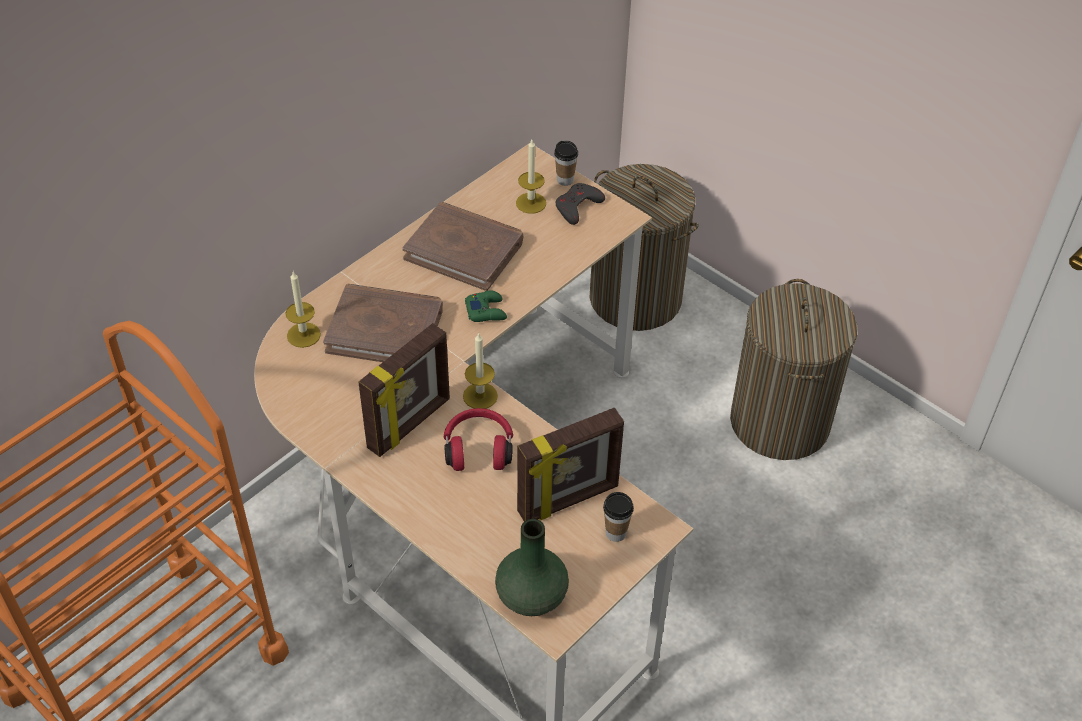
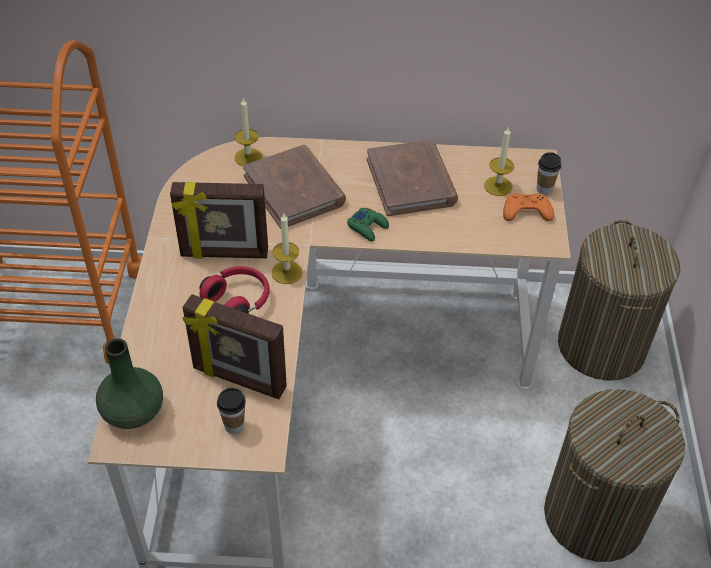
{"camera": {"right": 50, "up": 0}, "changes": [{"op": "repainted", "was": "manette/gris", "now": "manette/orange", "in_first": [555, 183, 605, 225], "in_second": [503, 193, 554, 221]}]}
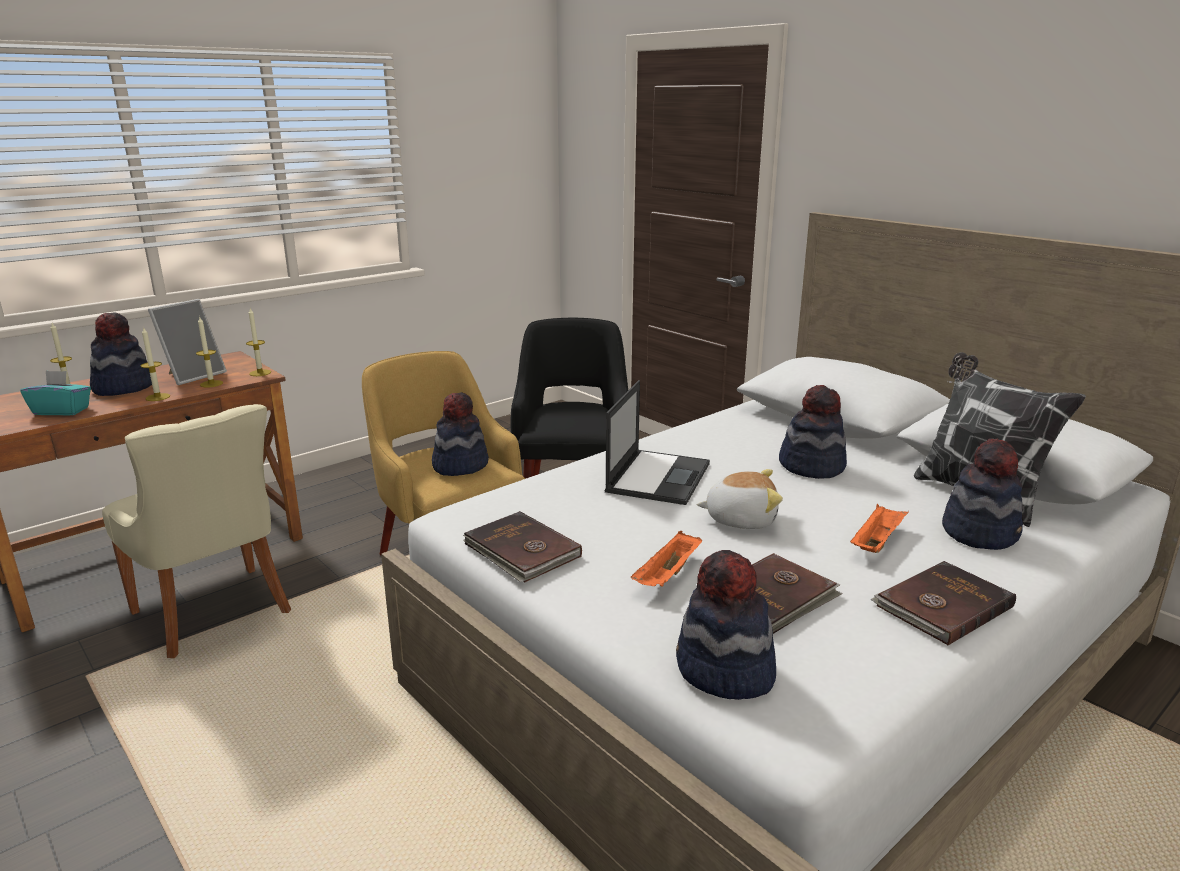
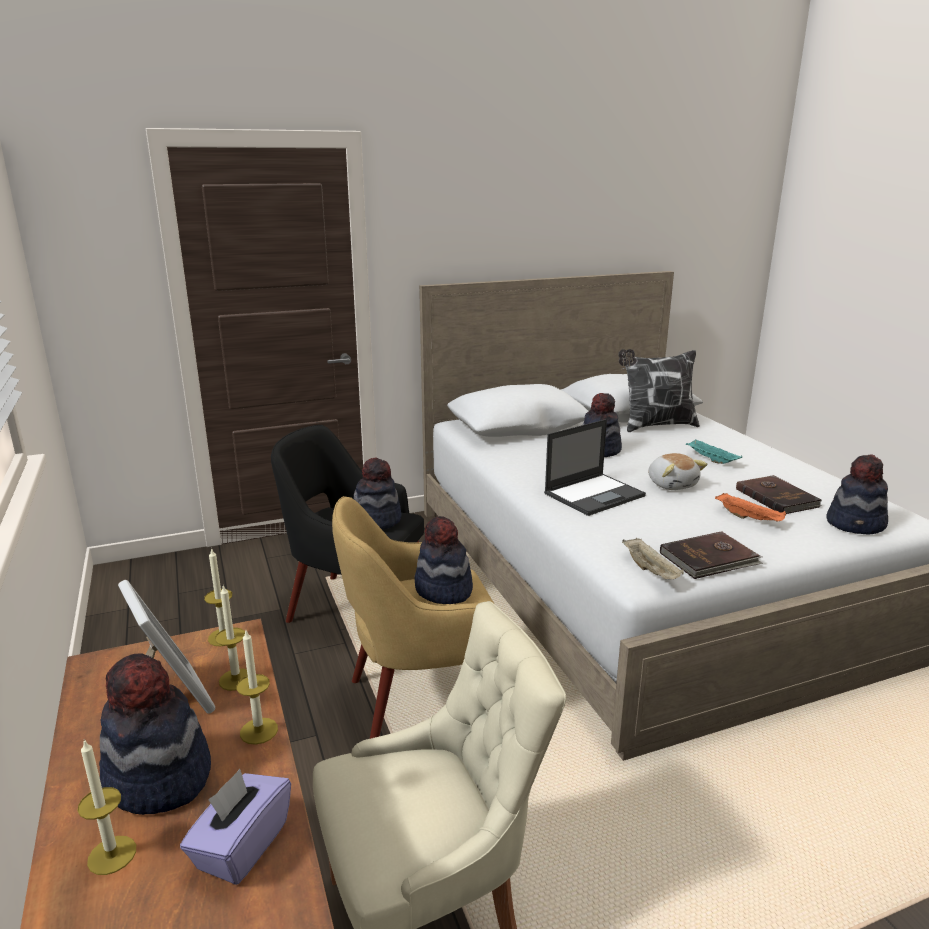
{"camera": {"right": -70, "up": 0}, "changes": [{"op": "repainted", "was": "boîte à mouchoirs/turquoise", "now": "boîte à mouchoirs/violet", "in_first": [21, 371, 91, 416], "in_second": [180, 769, 291, 885]}, {"op": "rotated", "was": "ordinateur portable", "in_first": [605, 380, 710, 505], "in_second": [544, 419, 646, 516], "clockwise": 105}, {"op": "rotated", "was": "peluche", "in_first": [696, 469, 783, 529], "in_second": [648, 453, 707, 490], "clockwise": 135}, {"op": "repainted", "was": "plateau/orange", "now": "plateau/turquoise", "in_first": [850, 504, 909, 553], "in_second": [686, 439, 742, 464]}, {"op": "gone", "was": "livre/marron", "in_first": [870, 561, 1016, 645]}, {"op": "shifted", "was": "chapeau", "in_first": [942, 438, 1023, 550], "in_second": [353, 458, 401, 530]}, {"op": "new", "now": "plateau/beige", "in_second": [622, 538, 684, 579]}]}
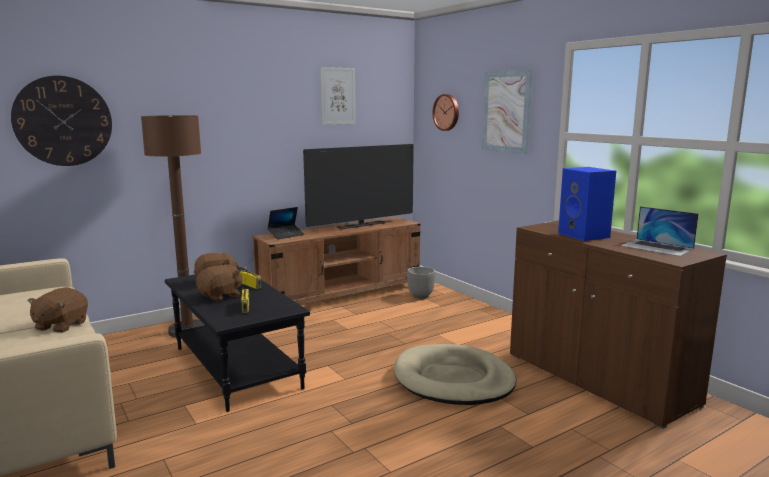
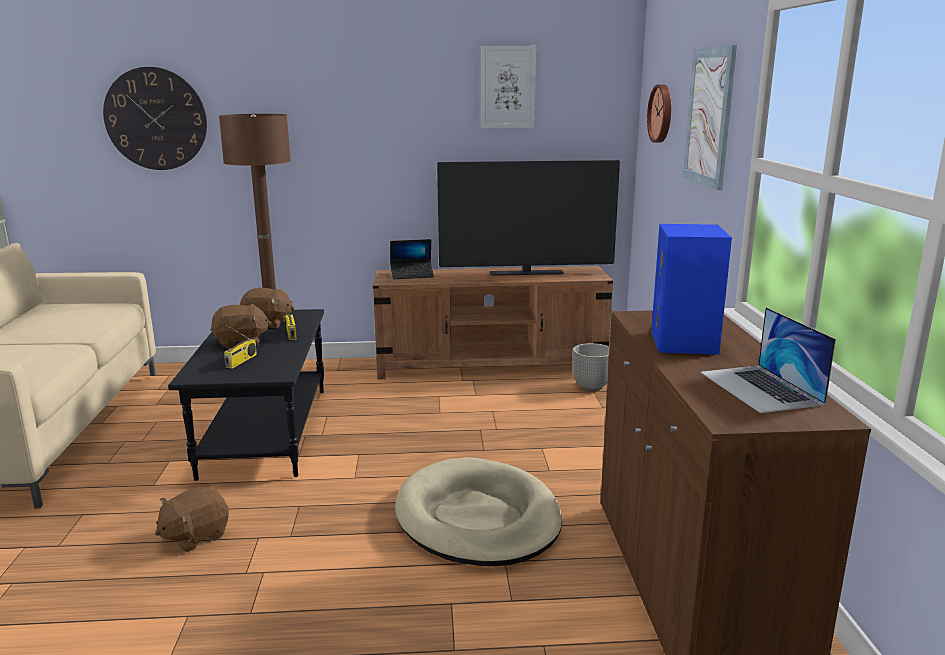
{"camera": {"right": 30, "up": 5}, "changes": [{"op": "shifted", "was": "peluche/marron", "in_first": [28, 287, 88, 333], "in_second": [155, 487, 229, 552]}]}
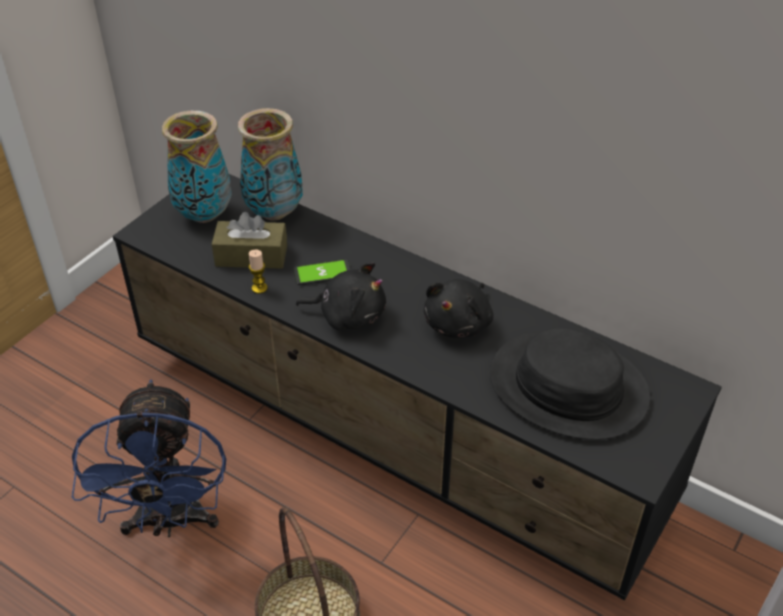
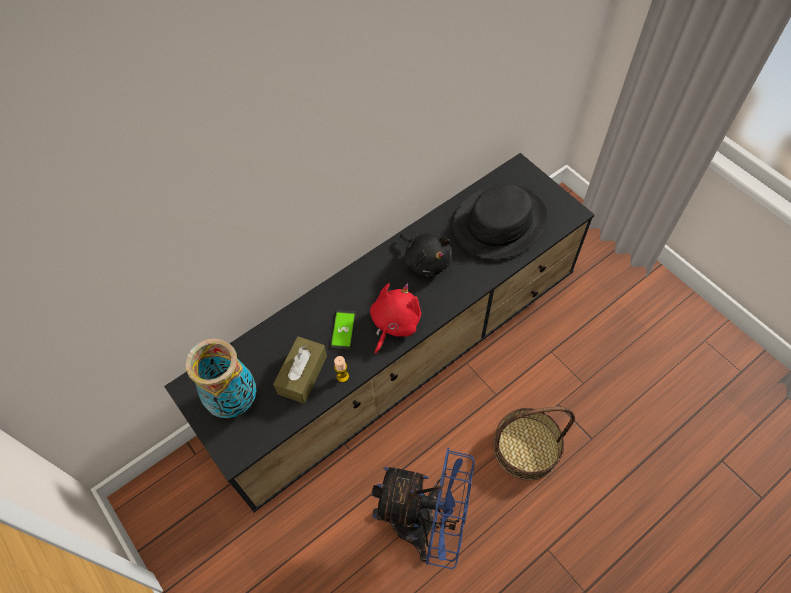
{"camera": {"right": -70, "up": 15}, "changes": [{"op": "gone", "was": "vase", "in_first": [238, 108, 303, 220]}, {"op": "repainted", "was": "peluche/noir", "now": "peluche/rouge", "in_first": [296, 262, 386, 330], "in_second": [370, 283, 421, 354]}]}
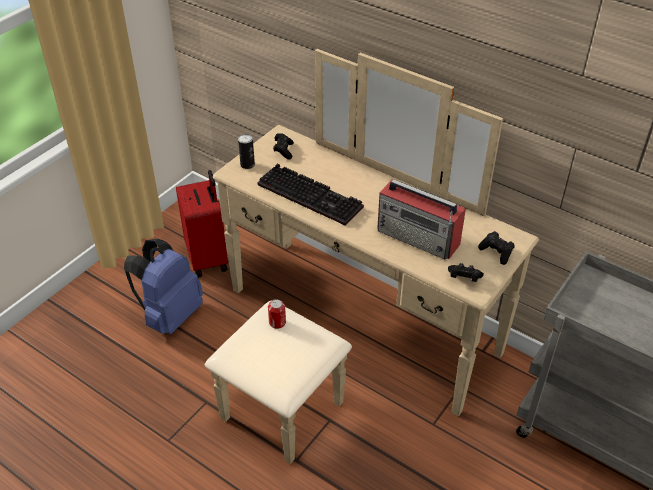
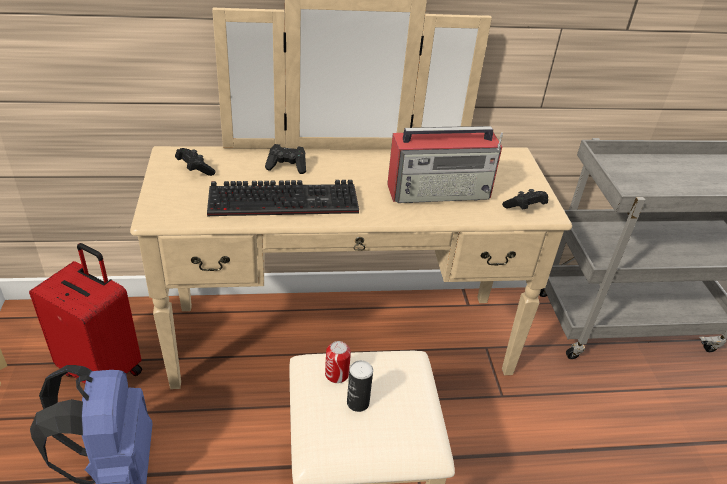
{"camera": {"right": -45, "up": -5}, "changes": [{"op": "shifted", "was": "boîte métallique", "in_first": [238, 134, 255, 169], "in_second": [347, 360, 373, 412]}, {"op": "shifted", "was": "manette/noir", "in_first": [478, 231, 515, 265], "in_second": [265, 144, 306, 174]}]}
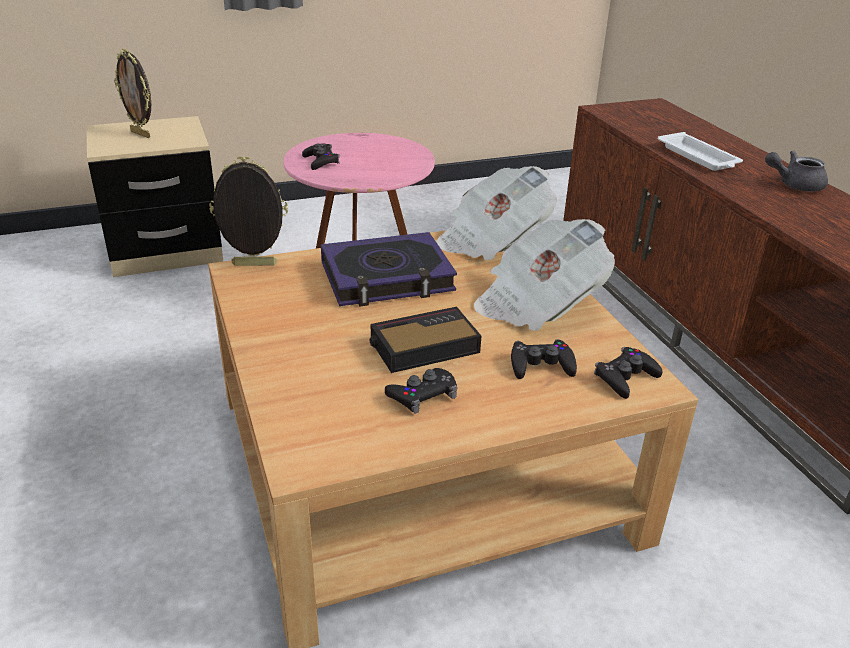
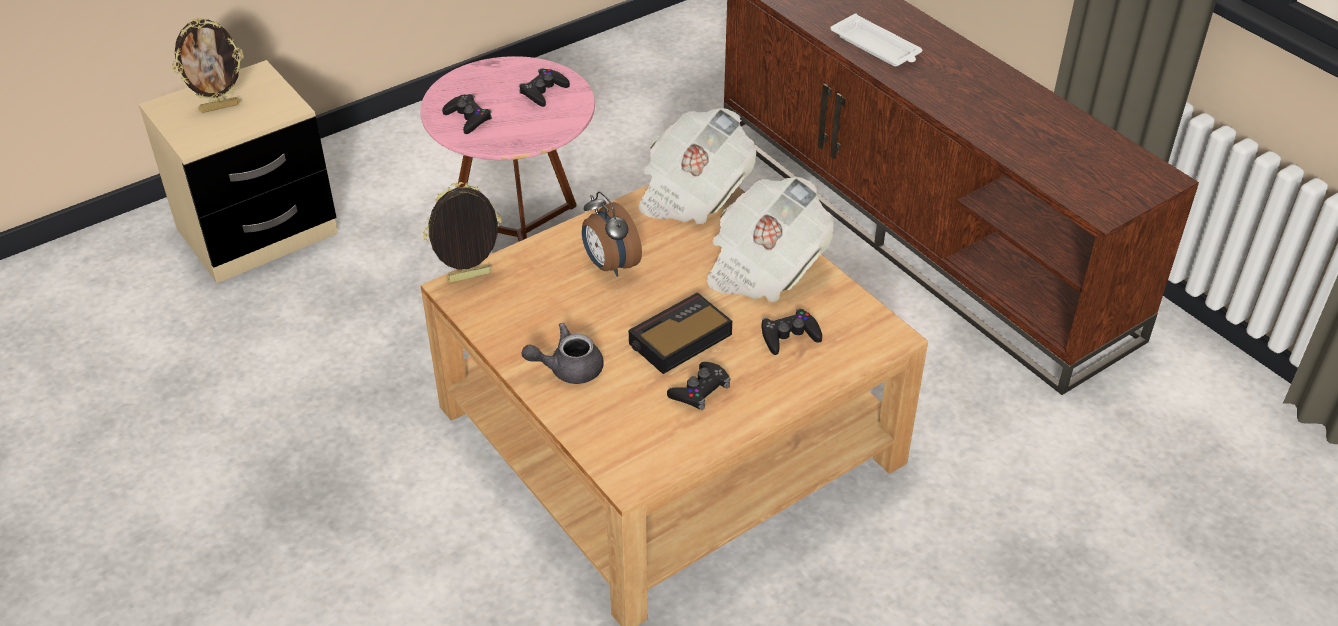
{"camera": {"right": -15, "up": 10}, "changes": [{"op": "rotated", "was": "cadre photo", "in_first": [114, 49, 152, 138], "in_second": [172, 18, 244, 113], "clockwise": -45}, {"op": "swapped", "was": "livre", "now": "réveil", "in_first": [321, 232, 457, 307], "in_second": [582, 191, 642, 277]}, {"op": "shifted", "was": "manette/noir", "in_first": [594, 347, 662, 399], "in_second": [519, 69, 570, 107]}, {"op": "shifted", "was": "théière/gris", "in_first": [765, 150, 828, 192], "in_second": [522, 323, 604, 384]}]}
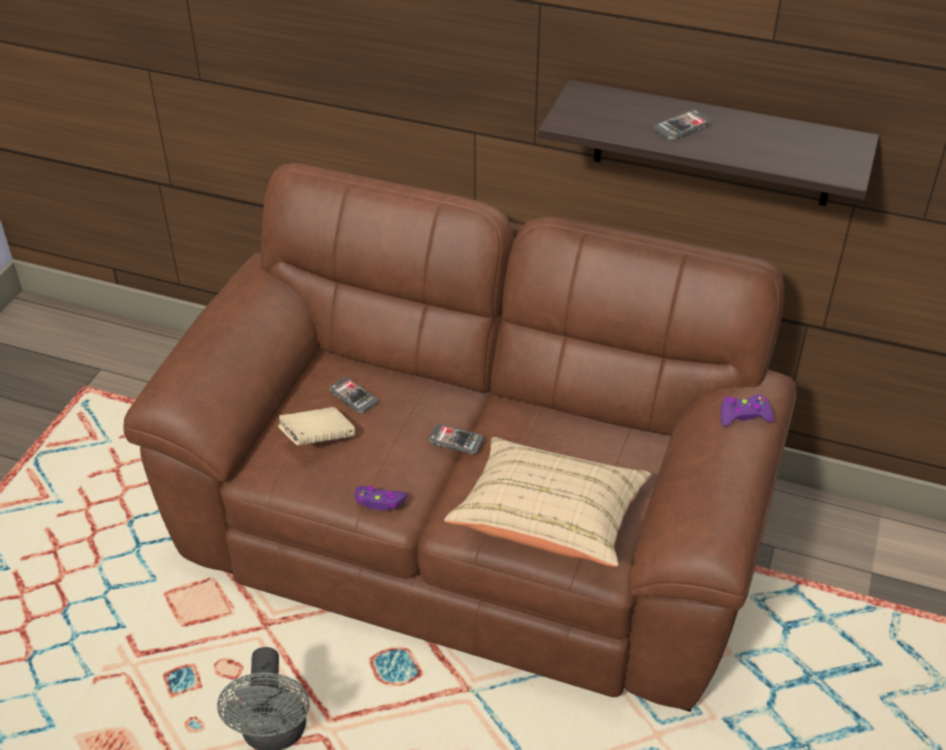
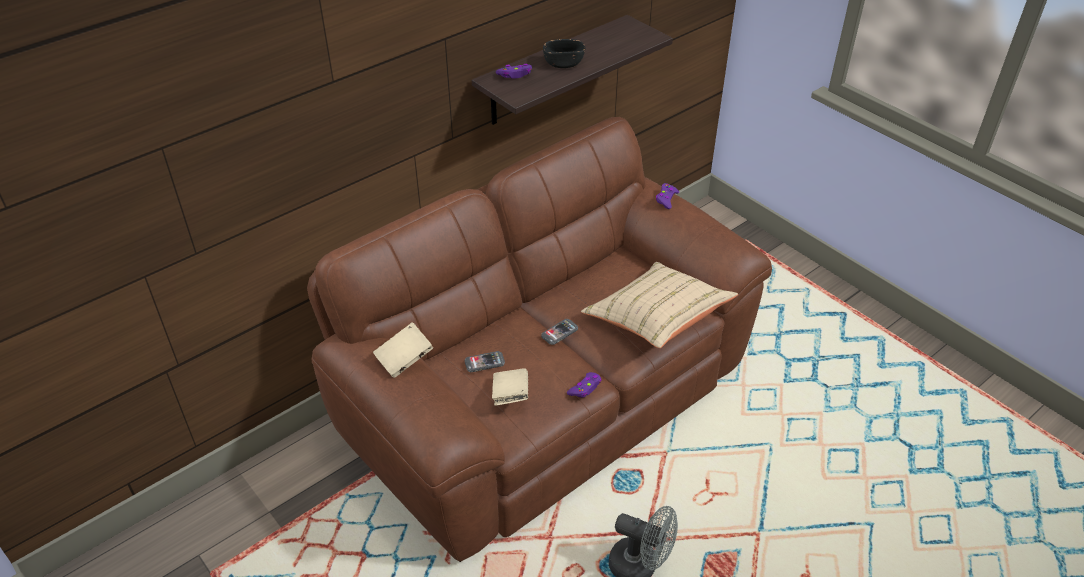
{"camera": {"right": -60, "up": 0}, "changes": [{"op": "swapped", "was": "téléphone", "now": "bol/noir", "in_first": [654, 110, 711, 141], "in_second": [543, 39, 585, 68]}, {"op": "new", "now": "livre/beige", "in_second": [373, 322, 433, 378]}, {"op": "new", "now": "manette/violet", "in_second": [496, 64, 532, 79]}]}
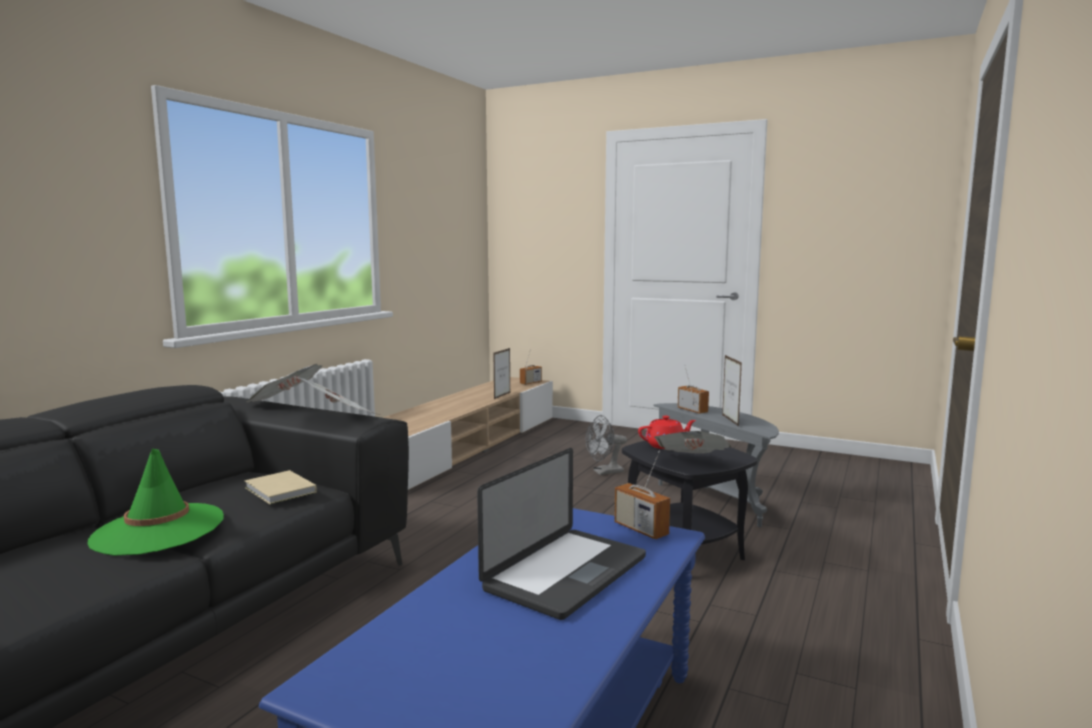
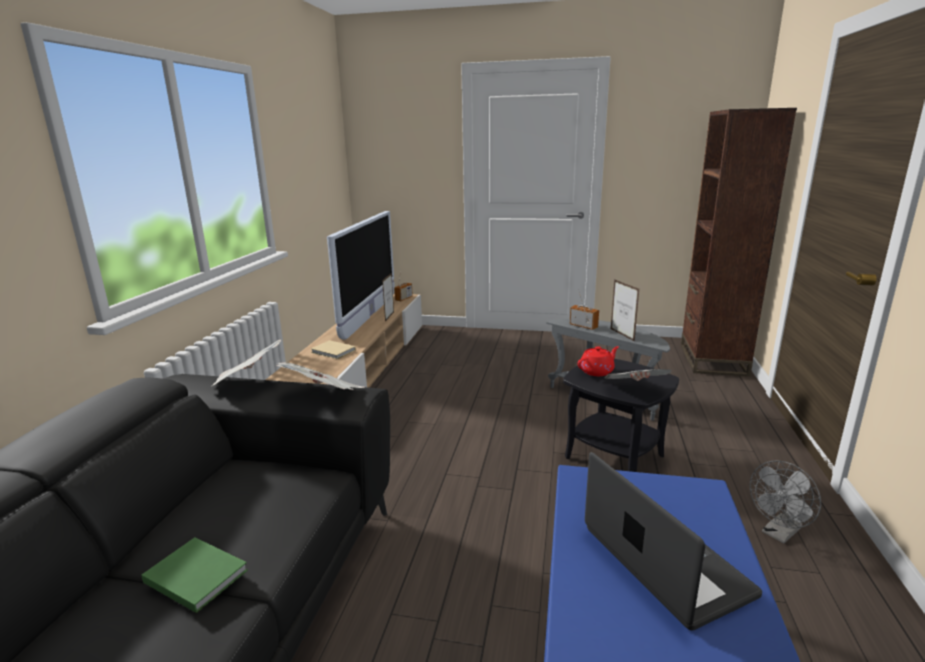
{"camera": {"right": -15, "up": 10}, "changes": [{"op": "swapped", "was": "chapeau/vert", "now": "livre/vert", "in_first": [88, 449, 224, 556], "in_second": [141, 537, 248, 613]}, {"op": "shifted", "was": "livre/beige", "in_first": [245, 470, 317, 504], "in_second": [311, 340, 356, 359]}, {"op": "rotated", "was": "ordinateur portable", "in_first": [477, 448, 646, 620], "in_second": [585, 452, 762, 631], "clockwise": -45}, {"op": "shifted", "was": "ventilateur/gris", "in_first": [586, 415, 627, 475], "in_second": [750, 460, 821, 543]}, {"op": "gone", "was": "radio", "in_first": [614, 451, 670, 539]}, {"op": "new", "now": "téléviseur", "in_second": [327, 211, 395, 340]}, {"op": "new", "now": "bibliothèque/marron", "in_second": [681, 108, 797, 377]}]}
